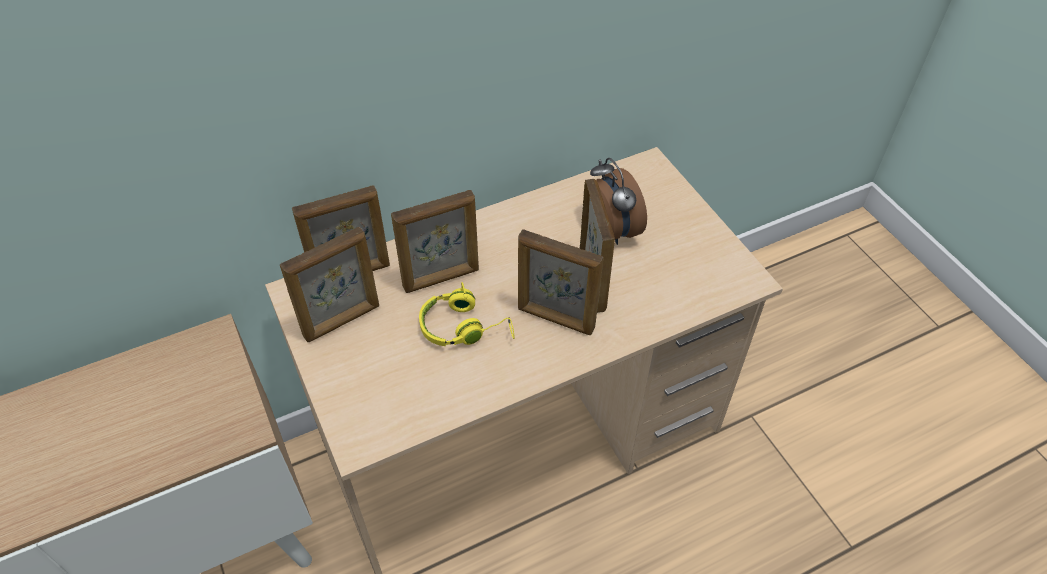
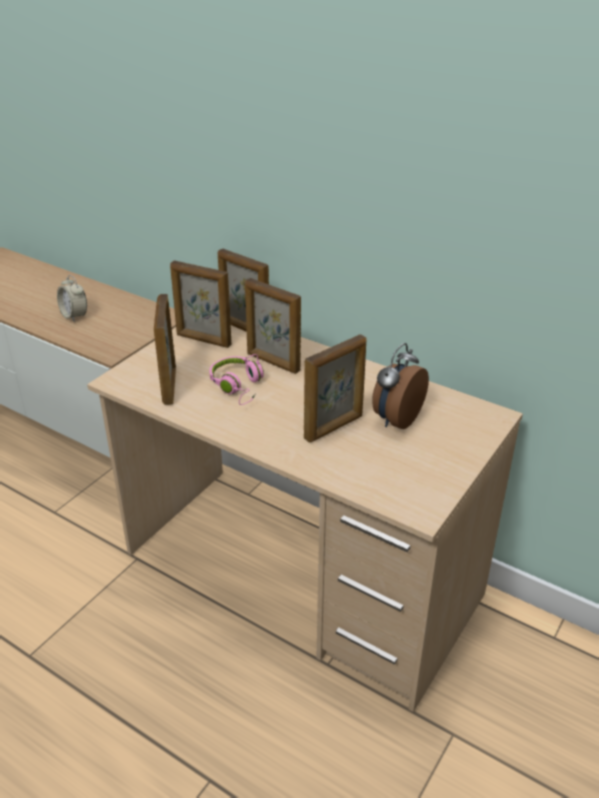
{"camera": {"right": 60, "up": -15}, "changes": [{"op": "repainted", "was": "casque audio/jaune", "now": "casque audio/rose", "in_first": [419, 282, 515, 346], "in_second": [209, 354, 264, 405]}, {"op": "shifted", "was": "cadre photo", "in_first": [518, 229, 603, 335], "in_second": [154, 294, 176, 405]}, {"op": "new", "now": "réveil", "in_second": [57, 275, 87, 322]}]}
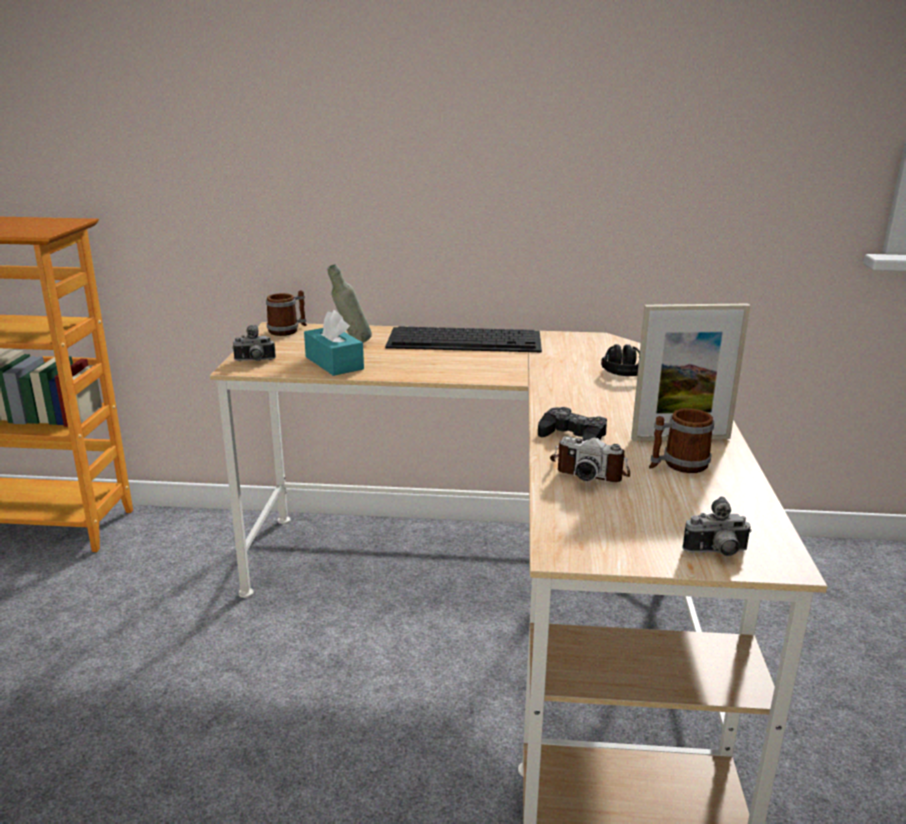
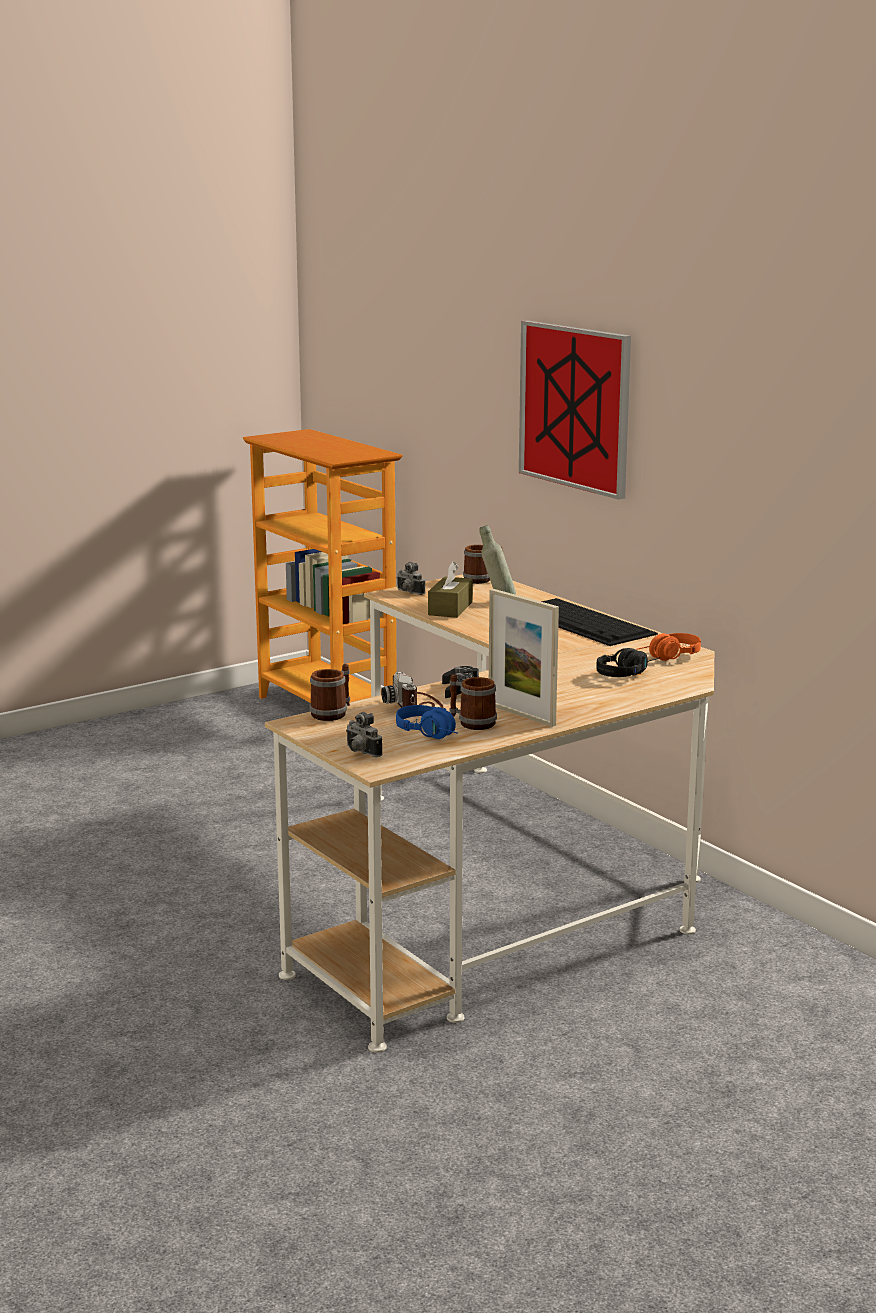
{"camera": {"right": 50, "up": -5}, "changes": [{"op": "repainted", "was": "boîte à mouchoirs/turquoise", "now": "boîte à mouchoirs/marron", "in_first": [304, 310, 364, 376], "in_second": [428, 561, 473, 618]}, {"op": "new", "now": "mug", "in_second": [309, 664, 350, 721]}, {"op": "new", "now": "casque audio/bleu", "in_second": [396, 705, 458, 739]}, {"op": "new", "now": "tableau", "in_second": [519, 321, 631, 500]}, {"op": "new", "now": "casque audio/orange", "in_second": [636, 633, 701, 661]}]}
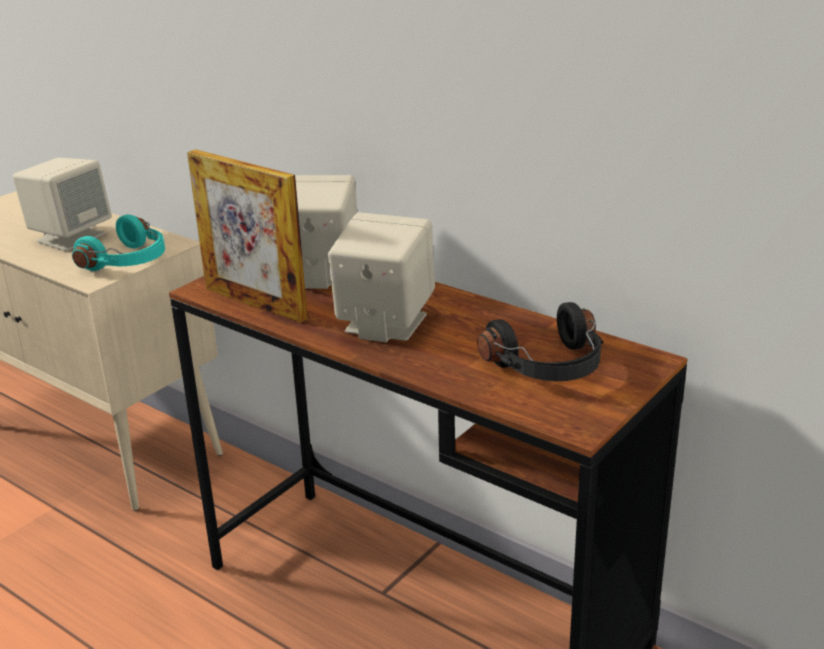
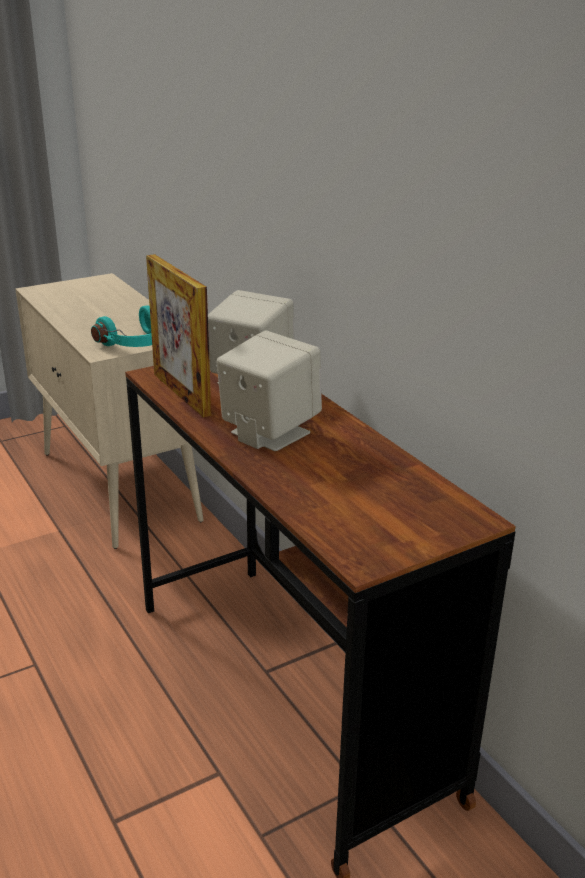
{"camera": {"right": 20, "up": 0}, "changes": [{"op": "gone", "was": "enceinte/beige", "in_first": [13, 158, 112, 251]}, {"op": "gone", "was": "casque audio/noir", "in_first": [477, 302, 603, 381]}]}
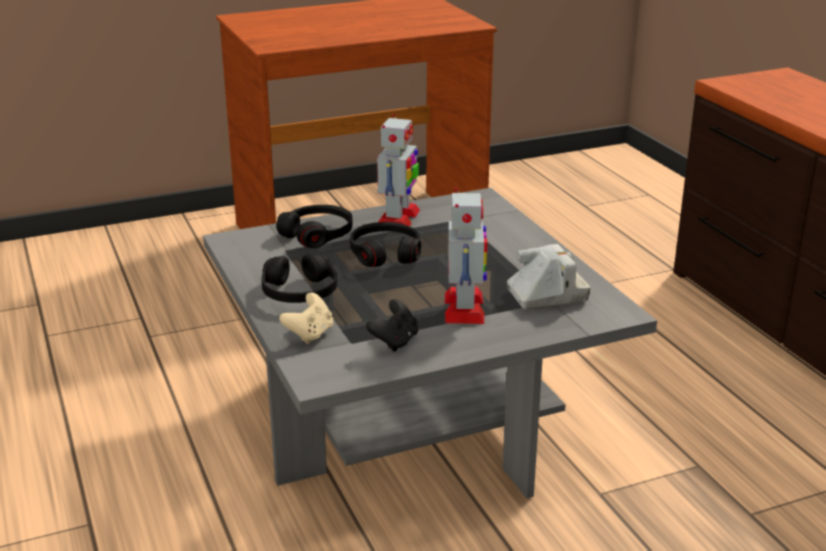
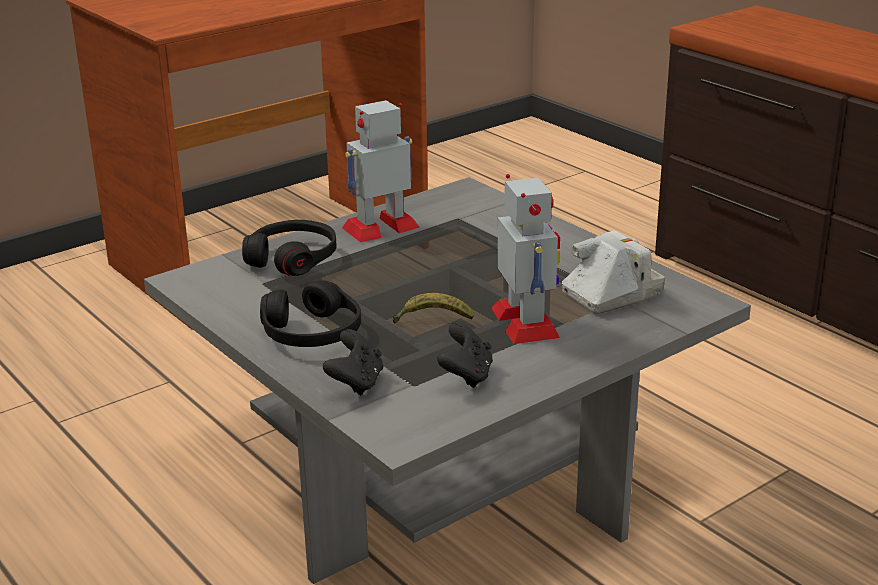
{"camera": {"right": -15, "up": 0}, "changes": [{"op": "repainted", "was": "manette/beige", "now": "manette/noir", "in_first": [279, 293, 333, 344], "in_second": [323, 329, 383, 395]}, {"op": "gone", "was": "casque audio/noir", "in_first": [350, 222, 421, 267]}, {"op": "rotated", "was": "robot jouet", "in_first": [377, 114, 420, 226], "in_second": [342, 100, 420, 242], "clockwise": -120}, {"op": "new", "now": "banane", "in_second": [393, 293, 474, 323]}]}
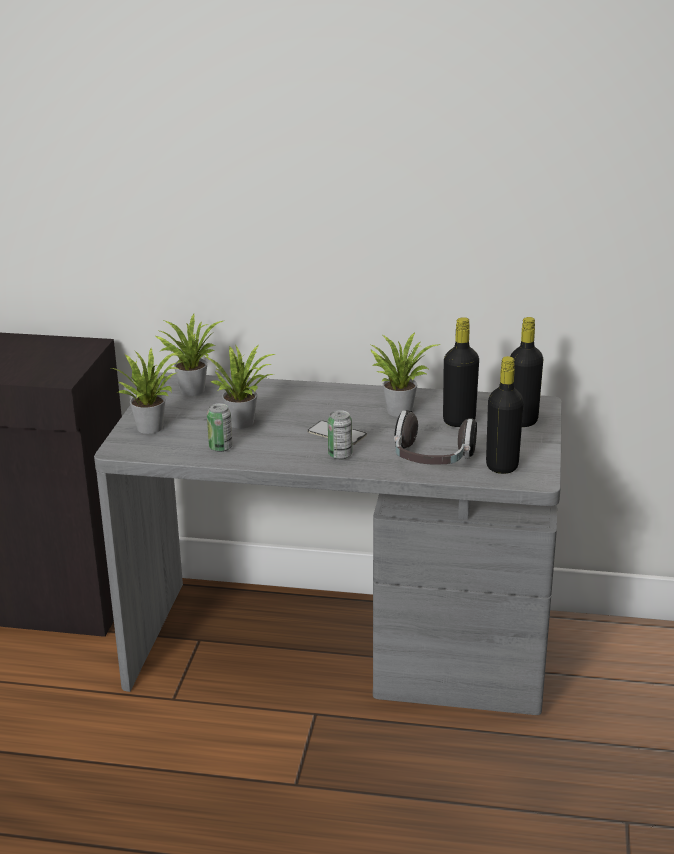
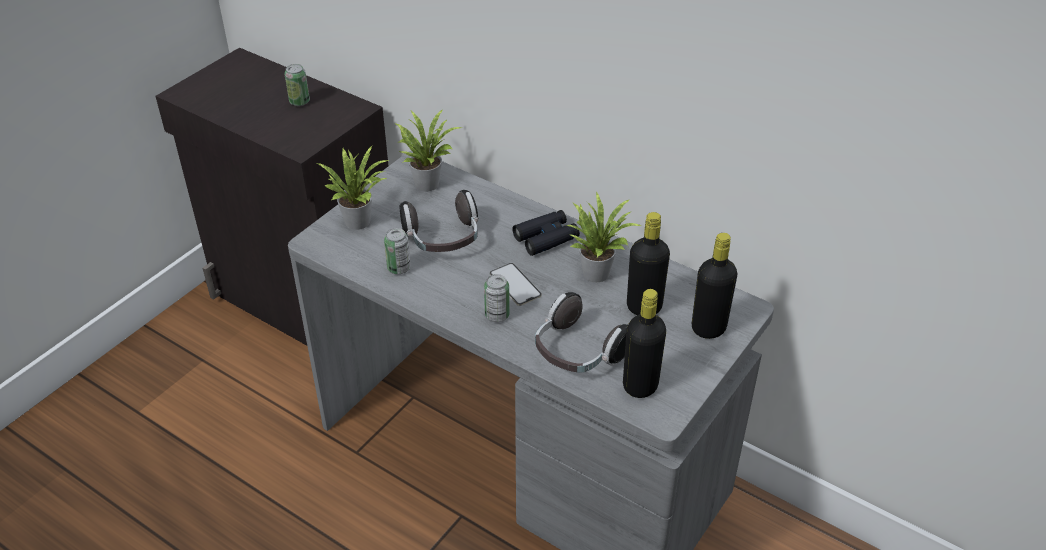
{"camera": {"right": 25, "up": 15}, "changes": [{"op": "swapped", "was": "plante en pot", "now": "casque audio", "in_first": [205, 345, 275, 429], "in_second": [399, 190, 479, 252]}, {"op": "new", "now": "boîte métallique", "in_second": [285, 64, 310, 106]}, {"op": "new", "now": "jumelles/noir", "in_second": [512, 210, 580, 256]}]}
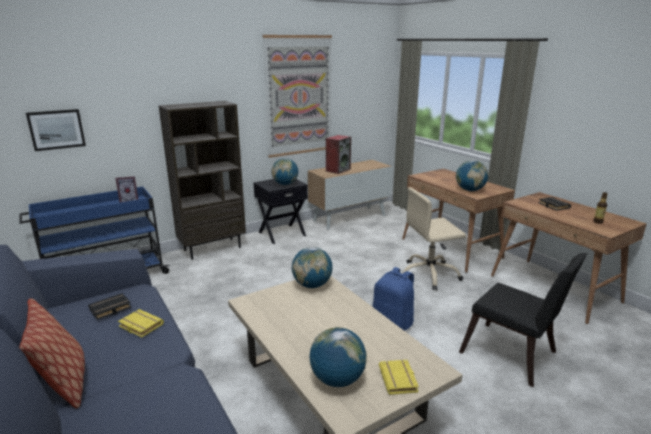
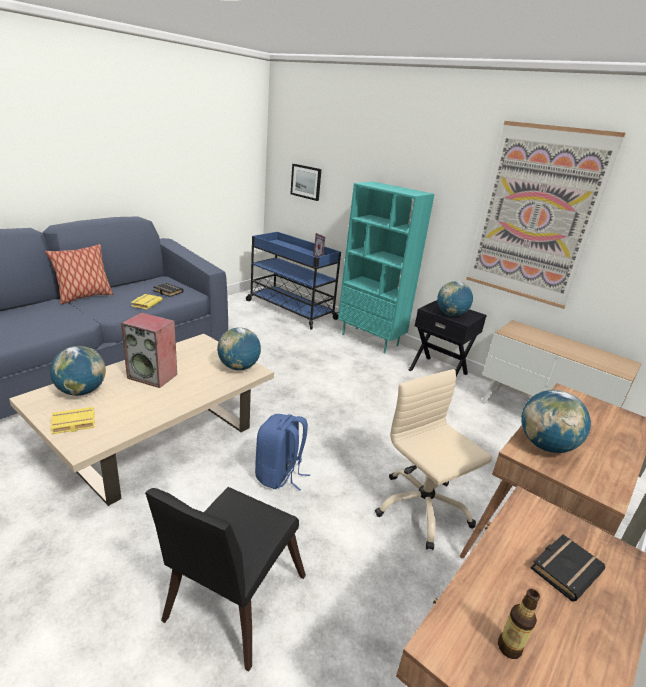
{"camera": {"right": 70, "up": 5}, "changes": [{"op": "repainted", "was": "bibliothèque/marron", "now": "bibliothèque/turquoise", "in_first": [159, 101, 246, 260], "in_second": [338, 182, 434, 354]}, {"op": "shifted", "was": "enceinte", "in_first": [326, 135, 351, 174], "in_second": [121, 312, 177, 388]}]}
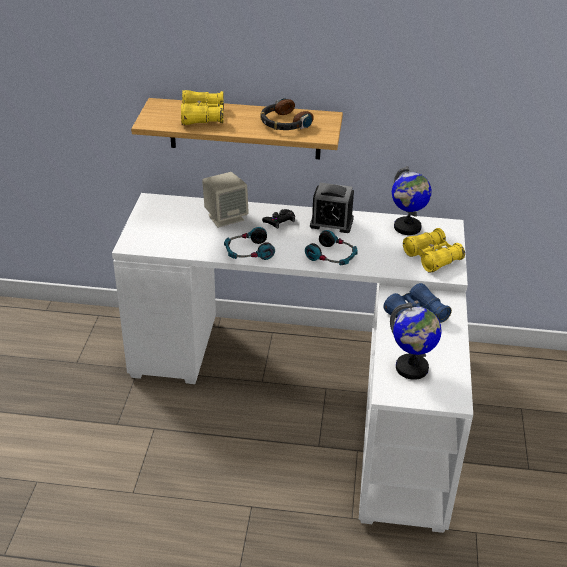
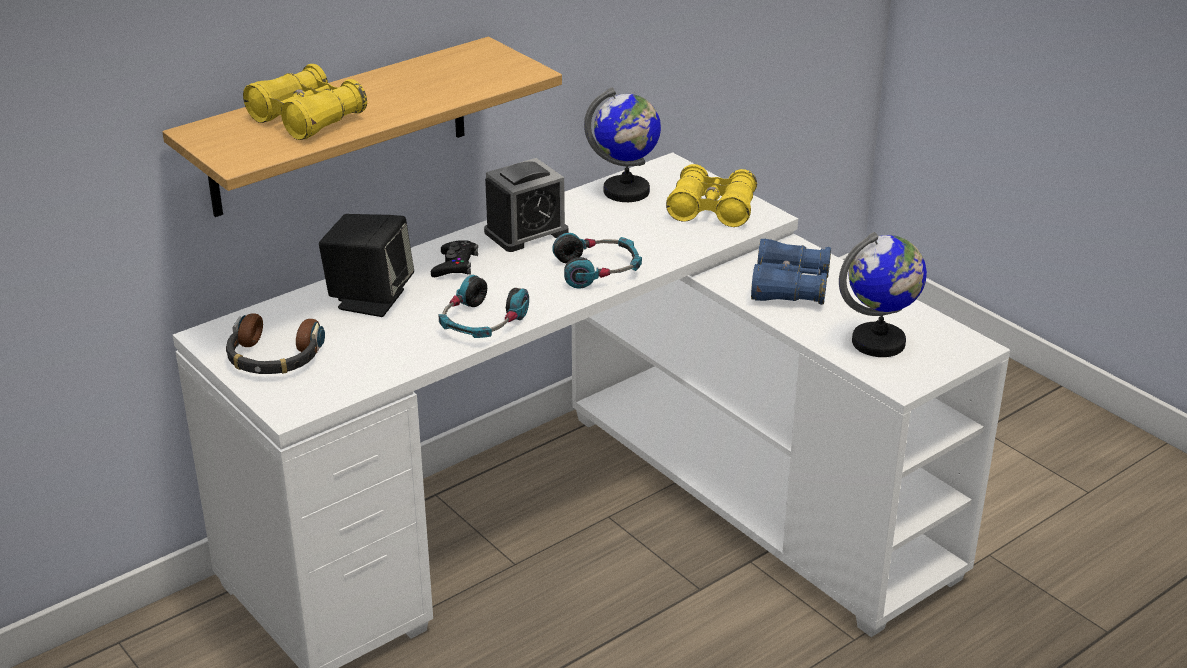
{"camera": {"right": -45, "up": -5}, "changes": [{"op": "repainted", "was": "enceinte/beige", "now": "enceinte/noir", "in_first": [202, 172, 249, 228], "in_second": [319, 214, 414, 317]}, {"op": "shifted", "was": "casque audio", "in_first": [260, 98, 314, 130], "in_second": [226, 313, 325, 374]}]}
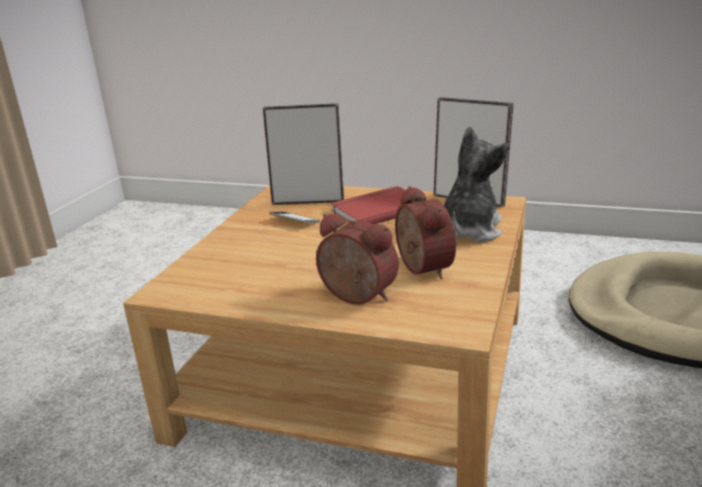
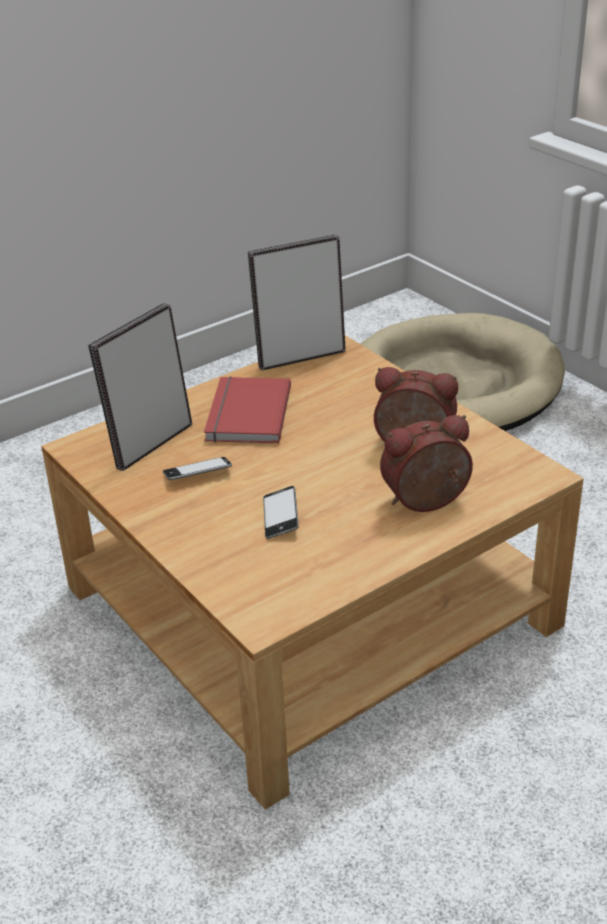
{"camera": {"right": -55, "up": 10}, "changes": [{"op": "gone", "was": "peluche", "in_first": [444, 126, 510, 242]}, {"op": "new", "now": "téléphone", "in_second": [263, 486, 299, 539]}]}
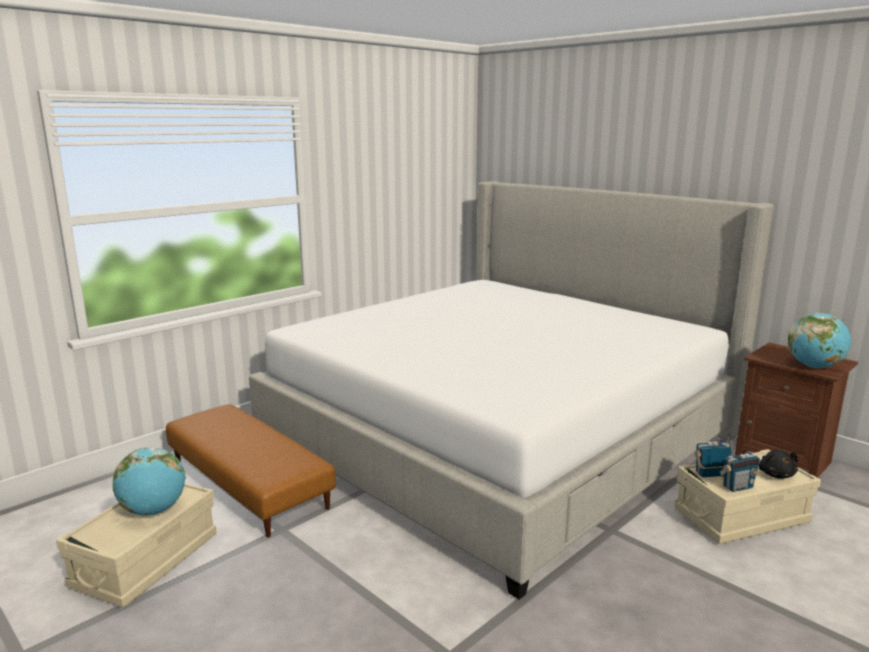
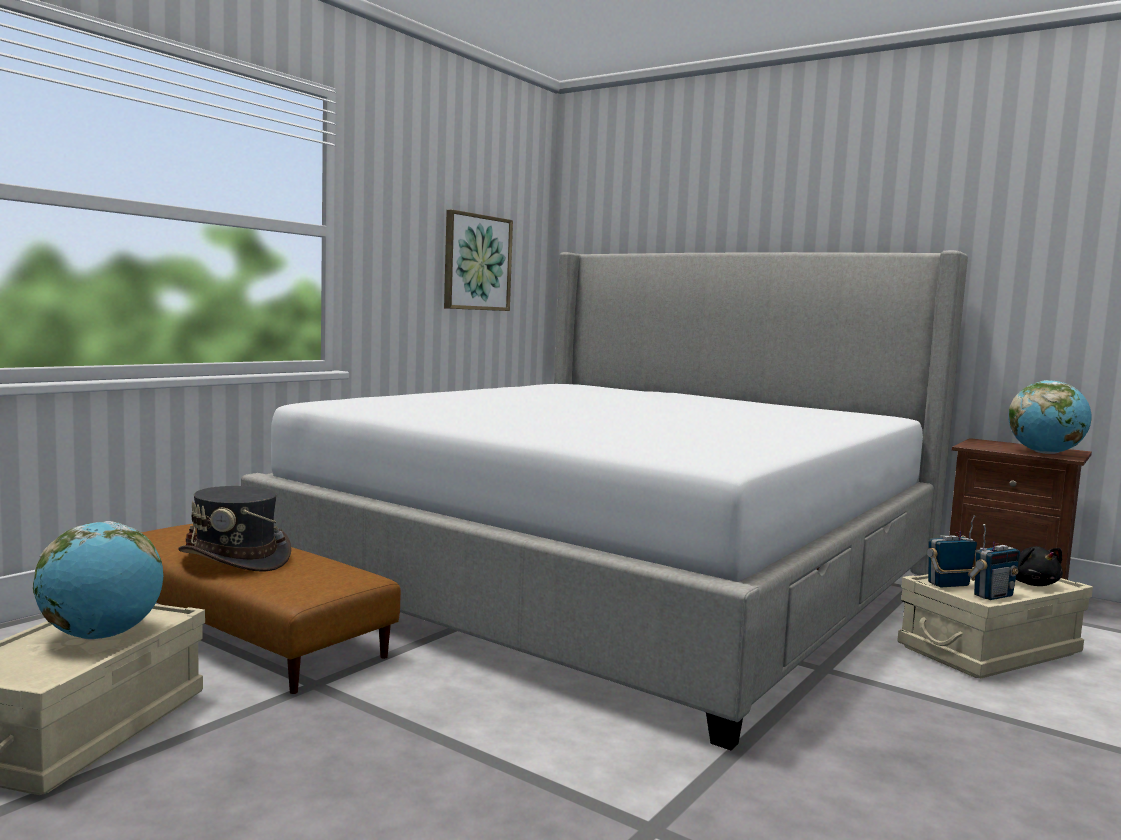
{"camera": {"right": -10, "up": -10}, "changes": [{"op": "new", "now": "chapeau/gris", "in_second": [178, 486, 292, 572]}, {"op": "new", "now": "tableau", "in_second": [444, 210, 513, 311]}]}
